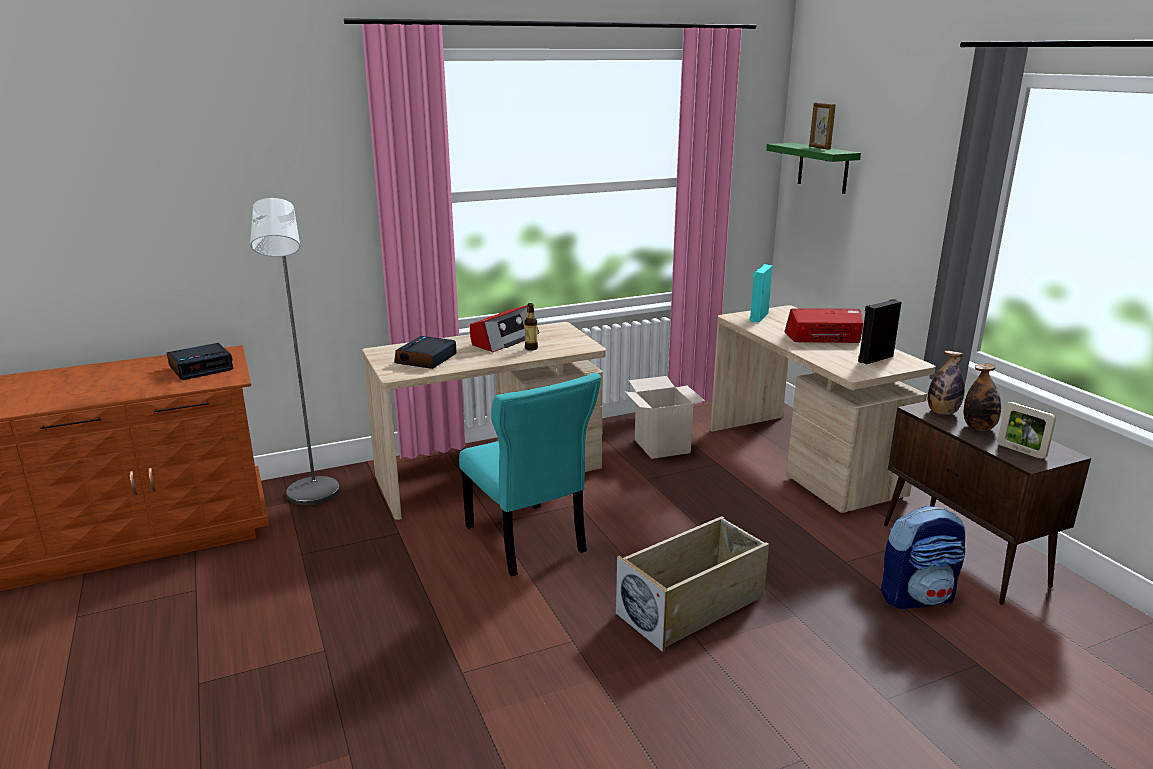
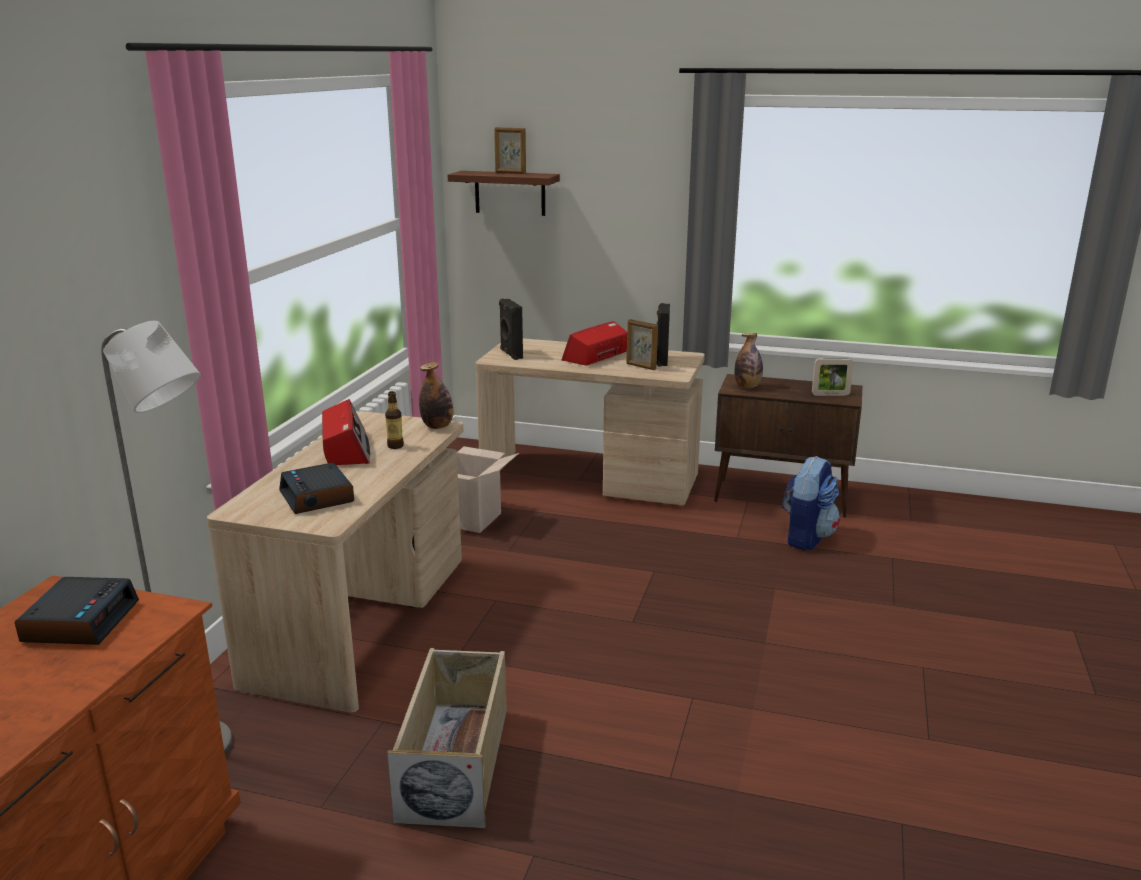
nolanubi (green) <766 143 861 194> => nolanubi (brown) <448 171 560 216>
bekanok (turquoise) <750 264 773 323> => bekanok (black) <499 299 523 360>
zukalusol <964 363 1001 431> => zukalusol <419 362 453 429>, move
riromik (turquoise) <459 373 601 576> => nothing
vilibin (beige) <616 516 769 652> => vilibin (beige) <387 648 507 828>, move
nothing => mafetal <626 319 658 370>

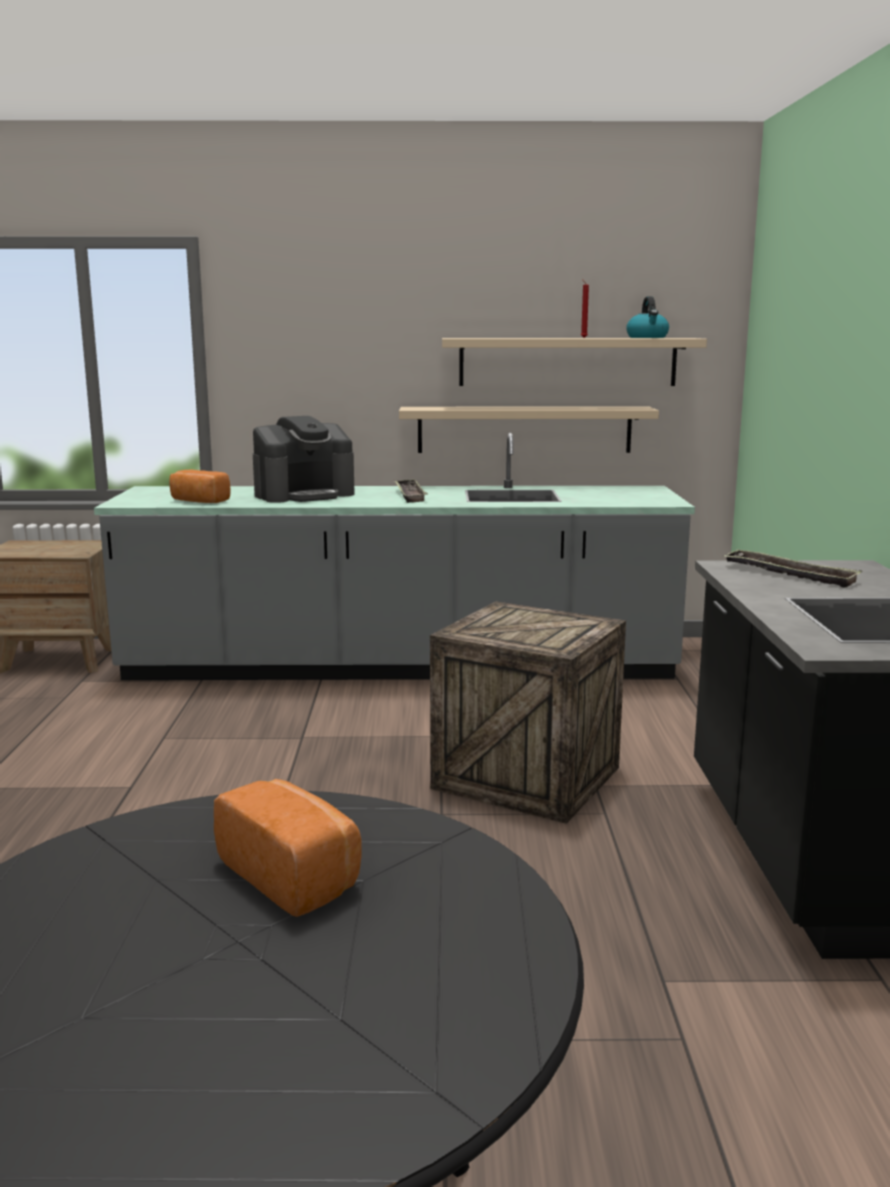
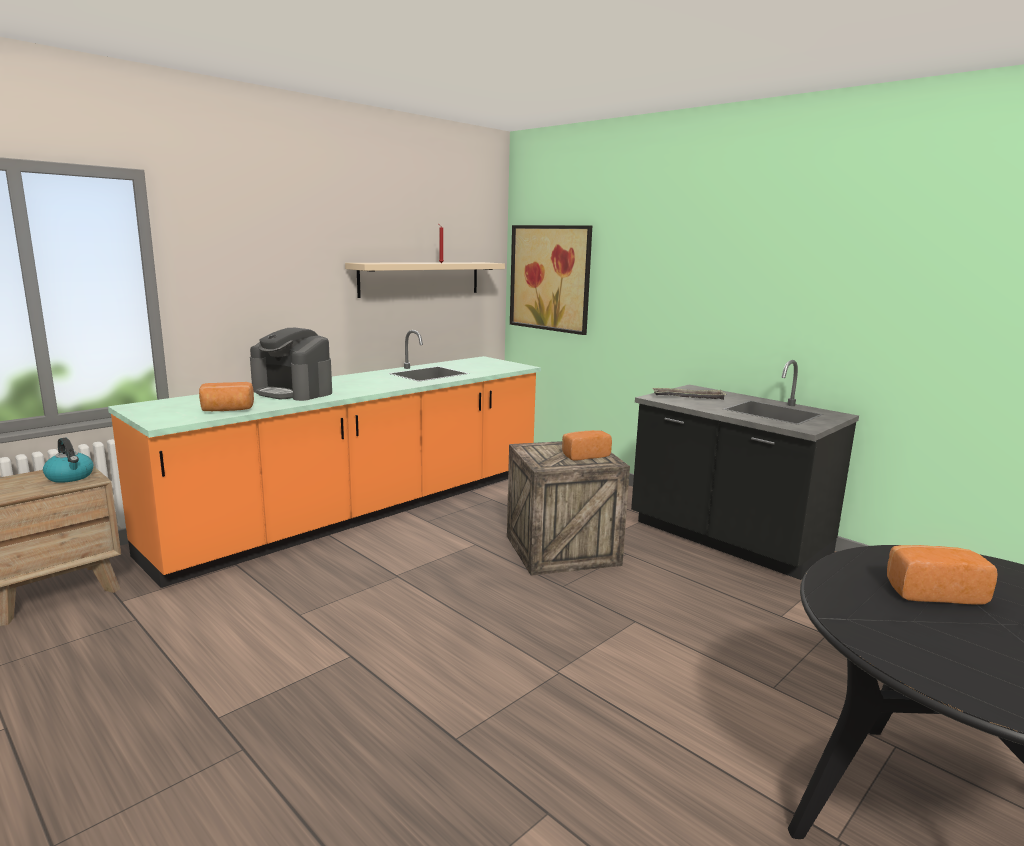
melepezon <626 296 669 338> => melepezon <43 437 94 483>, move
nolanubi (beige) <399 407 659 453> => nothing
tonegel <253 416 355 503> => tonegel <250 328 332 401>, 105 degrees clockwise
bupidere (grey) <94 433 695 680> => bupidere (orange) <108 330 541 588>
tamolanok <394 479 427 503> => nothing
nothing => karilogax <510 225 592 335>
nothing => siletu <562 430 612 461>

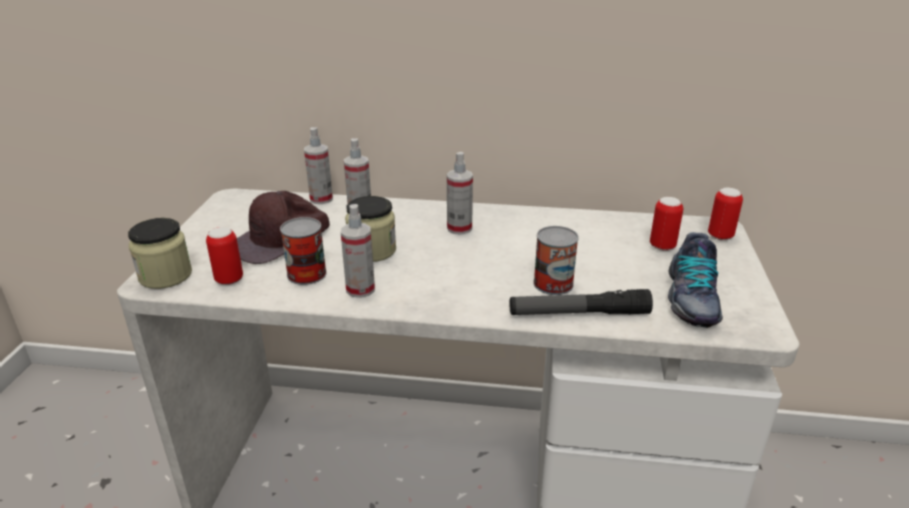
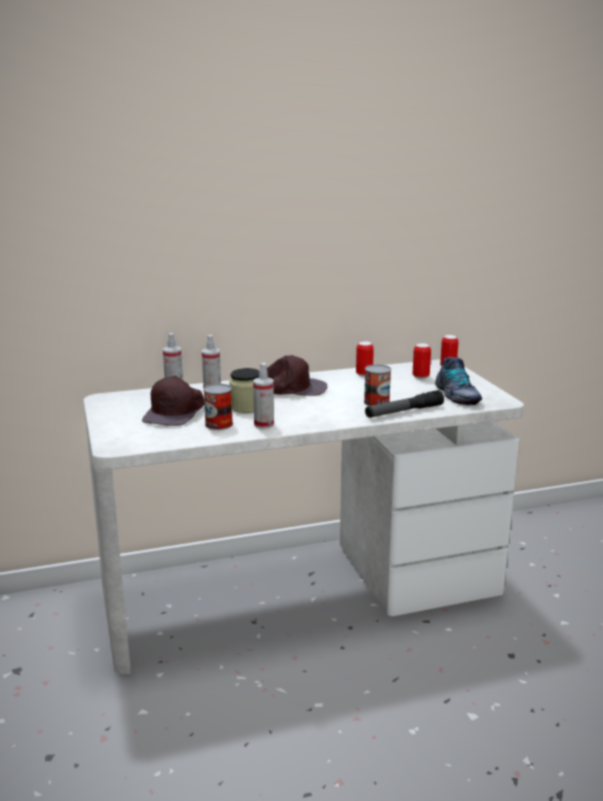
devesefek <447 152 473 235> => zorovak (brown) <266 355 327 396>
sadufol <128 218 192 289> => nothing
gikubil <206 227 243 285> => gikubil <356 341 374 376>, move

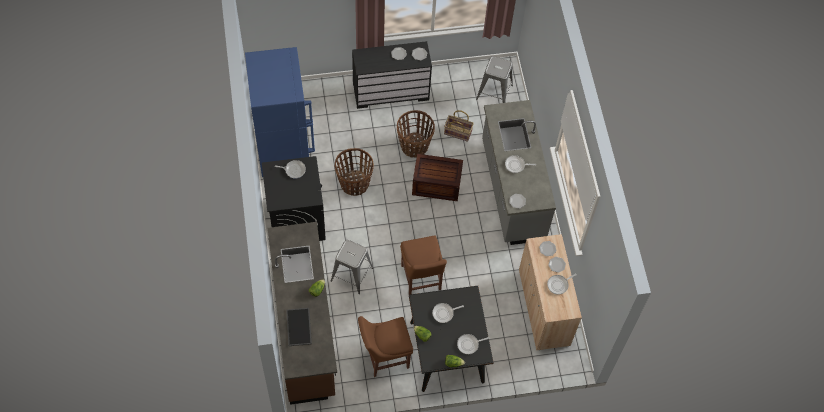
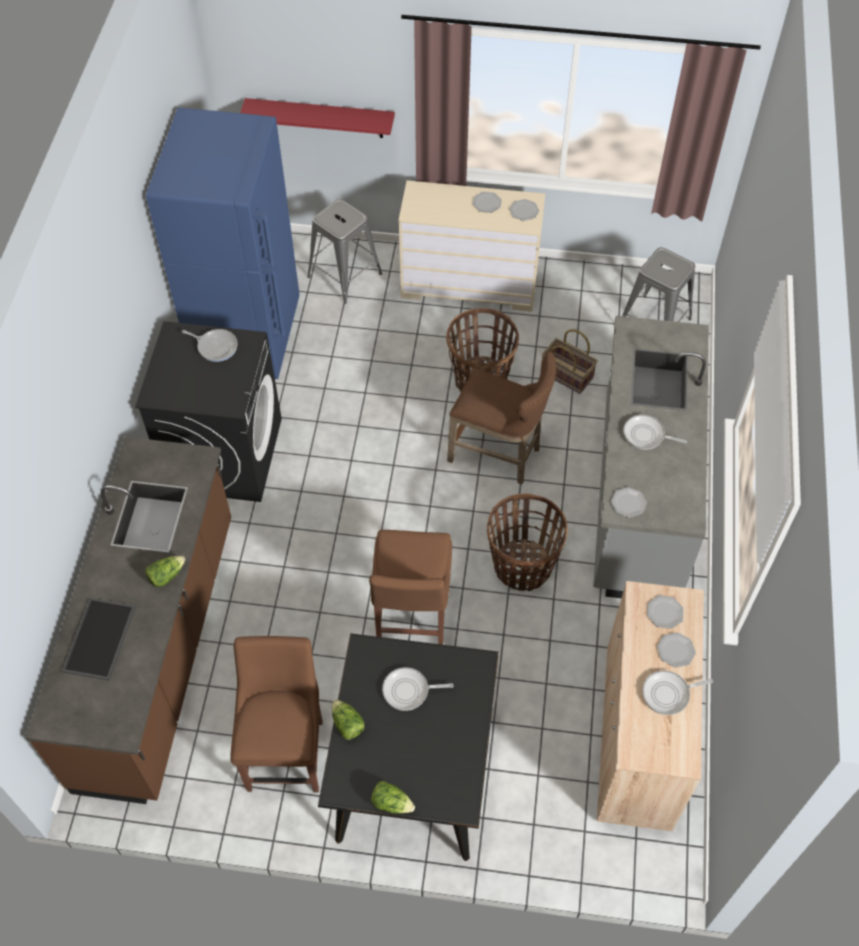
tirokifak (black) <352 41 432 109> => tirokifak (beige) <398 180 545 312>
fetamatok <335 148 374 196> => fetamatok <487 494 568 591>, move
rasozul <412 154 463 201> => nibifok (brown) <447 351 556 485>
nibifok (grey) <331 240 373 294> => nibifok (grey) <307 199 382 304>, move
riromik (brown) <358 316 413 377> => riromik (brown) <230 636 323 792>, 90 degrees clockwise
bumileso <457 334 489 354> => nothing
nothing => nolanubi (red) <240 98 395 138>

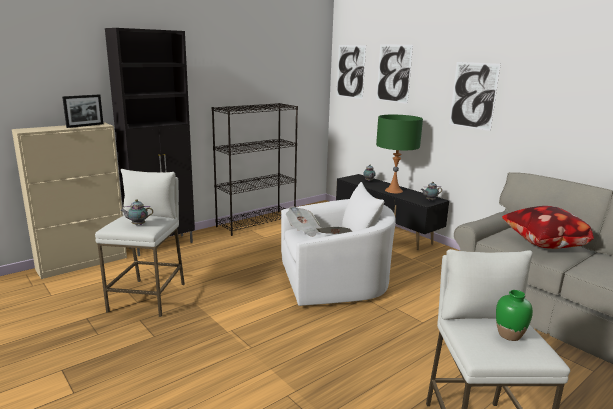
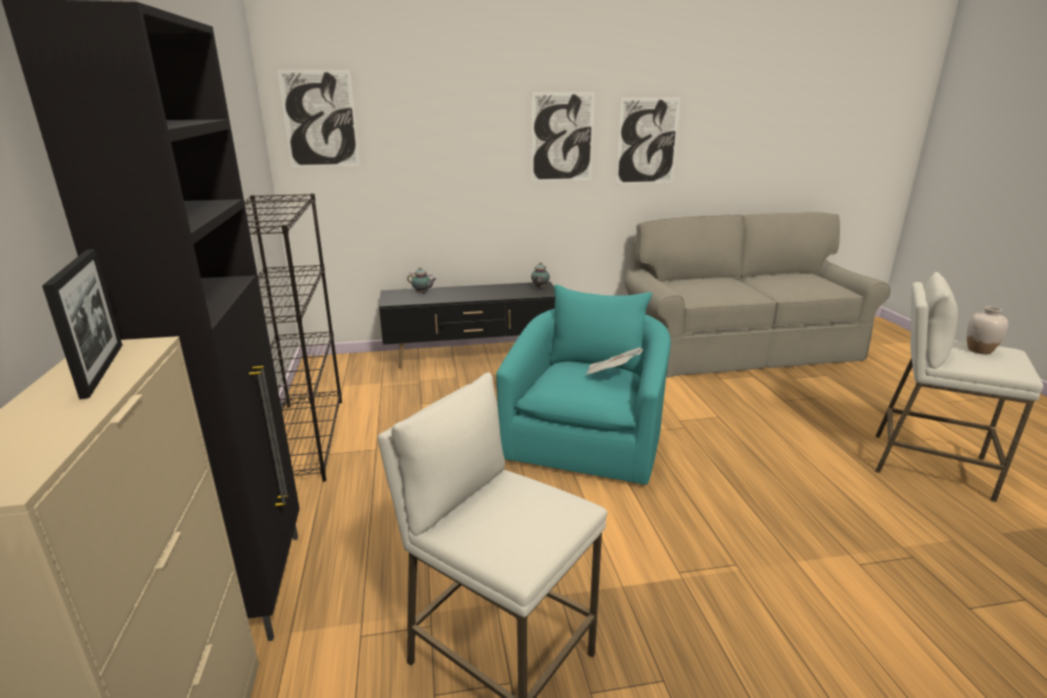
karilogax <376 44 413 104> => karilogax <616 98 680 184>, move
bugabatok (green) <376 114 423 193> => nothing
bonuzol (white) <281 182 396 306> => bonuzol (turquoise) <496 284 671 485>
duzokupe <120 200 153 225> => nothing
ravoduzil <286 206 321 237> => nothing
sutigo <502 206 594 249> => nothing
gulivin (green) <496 290 533 341> => gulivin (white) <967 306 1008 354>

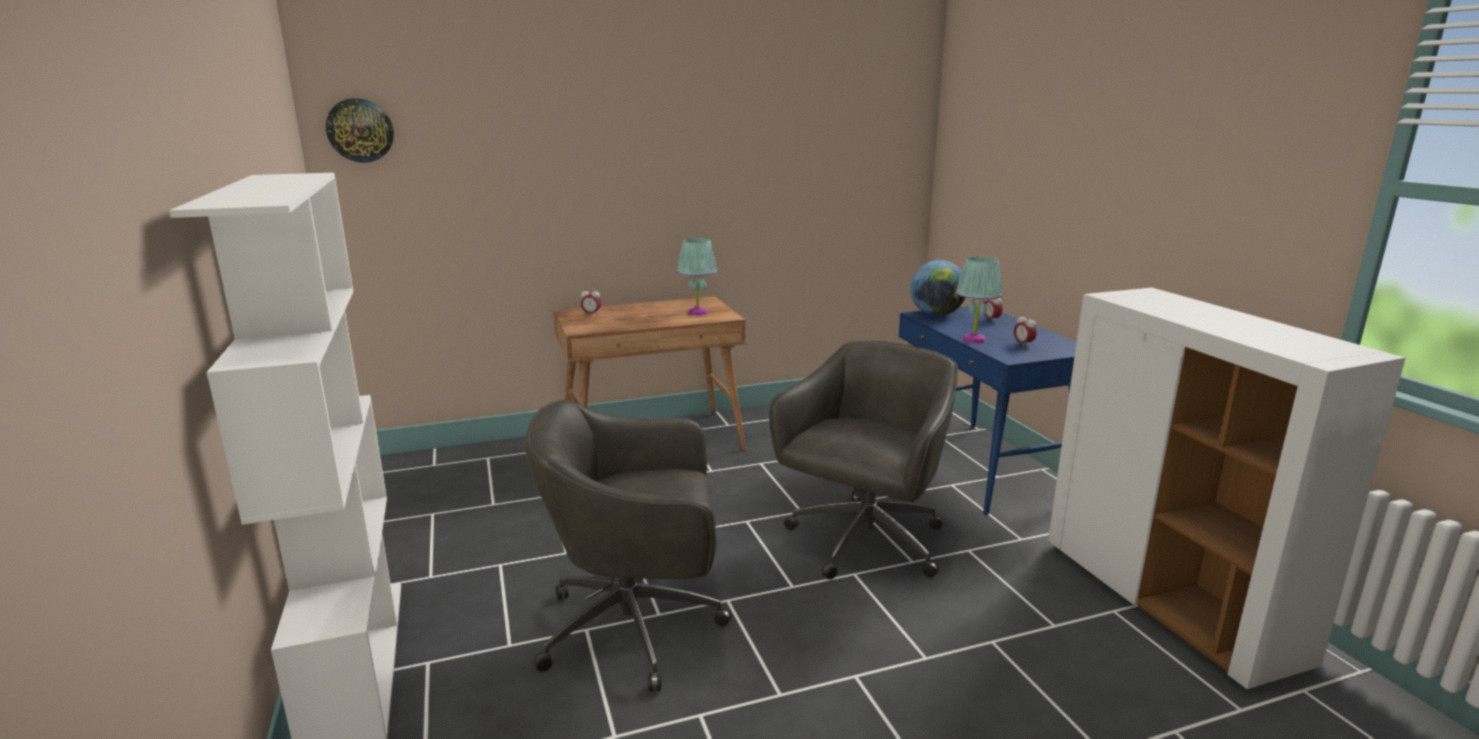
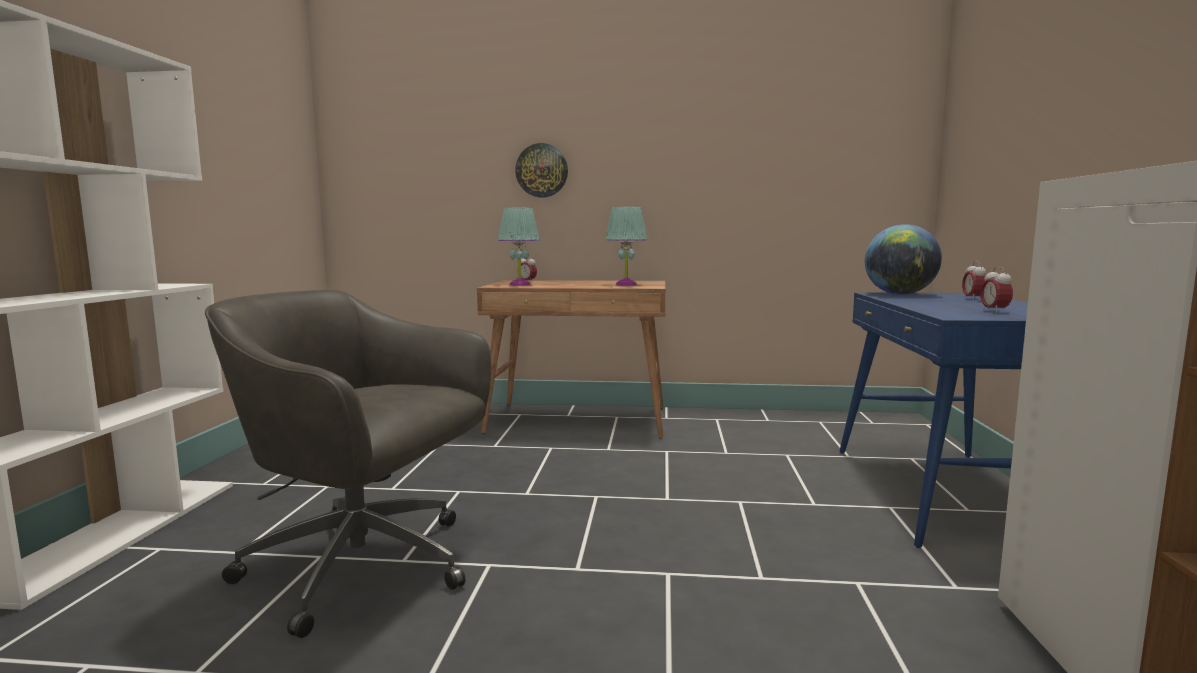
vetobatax <326 98 394 163> => vetobatax <515 143 568 197>, move
bugabatok (turquoise) <956 256 1003 343> => bugabatok (turquoise) <498 208 540 286>, move
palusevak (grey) <769 341 958 579> => nothing

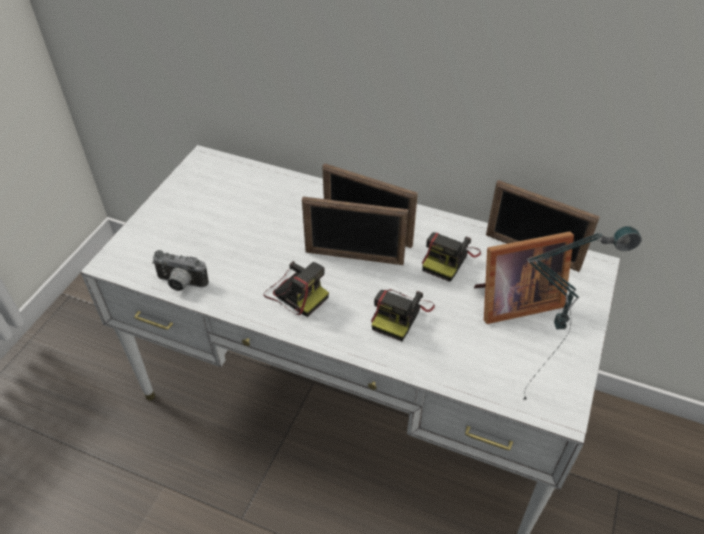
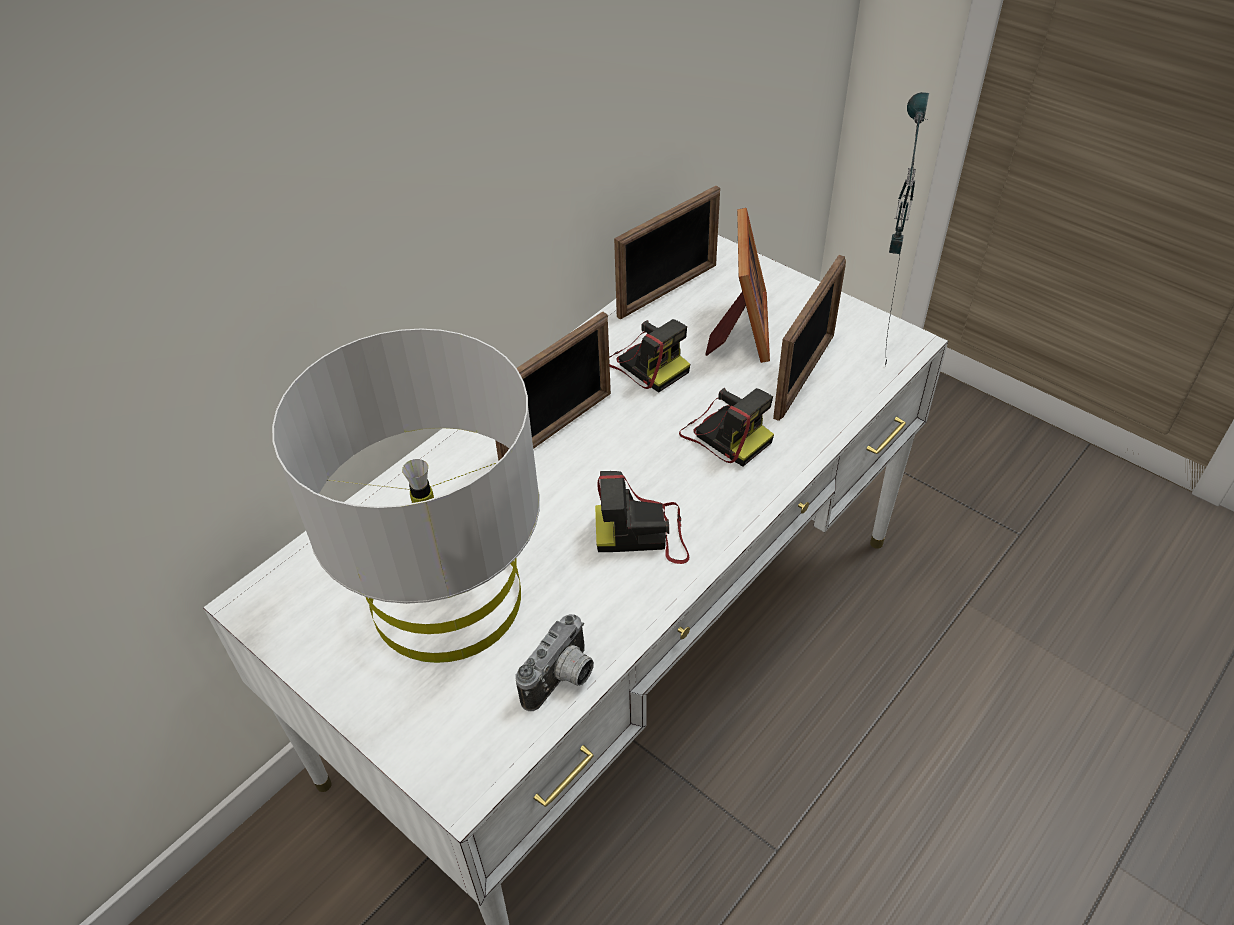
mafetal <302 197 408 265> => mafetal <773 255 846 421>, move
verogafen <264 261 329 317> => verogafen <595 471 689 564>, 150 degrees counterclockwise
nothing => bugabatok (grey) <272 329 540 663>

